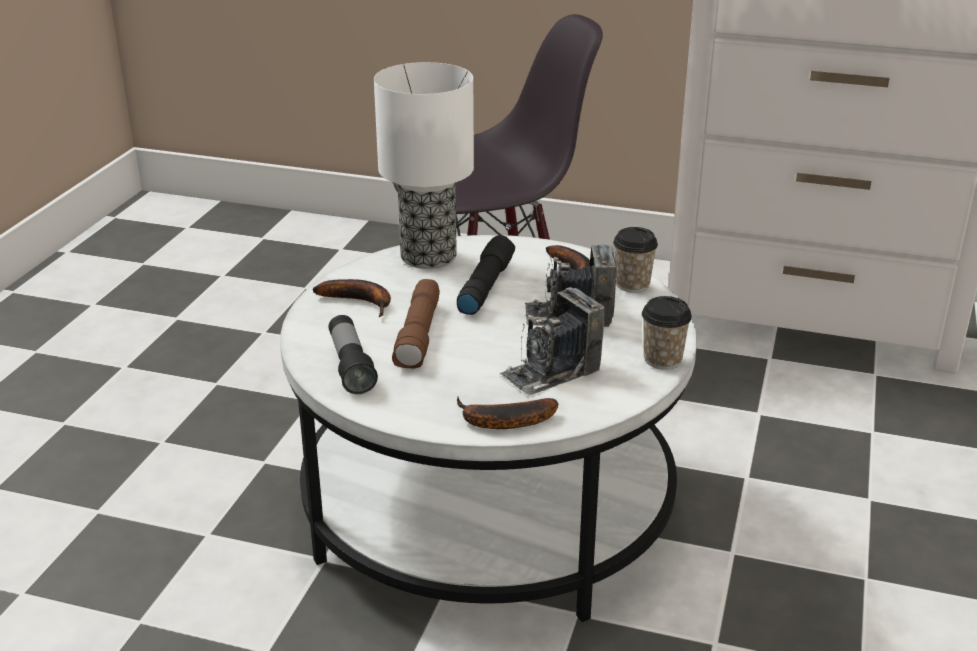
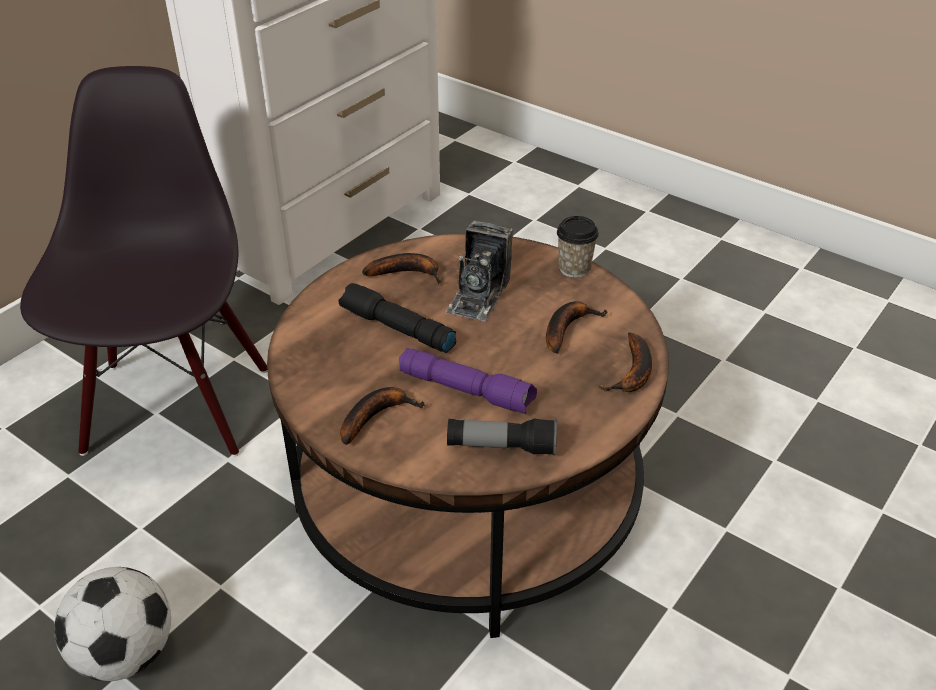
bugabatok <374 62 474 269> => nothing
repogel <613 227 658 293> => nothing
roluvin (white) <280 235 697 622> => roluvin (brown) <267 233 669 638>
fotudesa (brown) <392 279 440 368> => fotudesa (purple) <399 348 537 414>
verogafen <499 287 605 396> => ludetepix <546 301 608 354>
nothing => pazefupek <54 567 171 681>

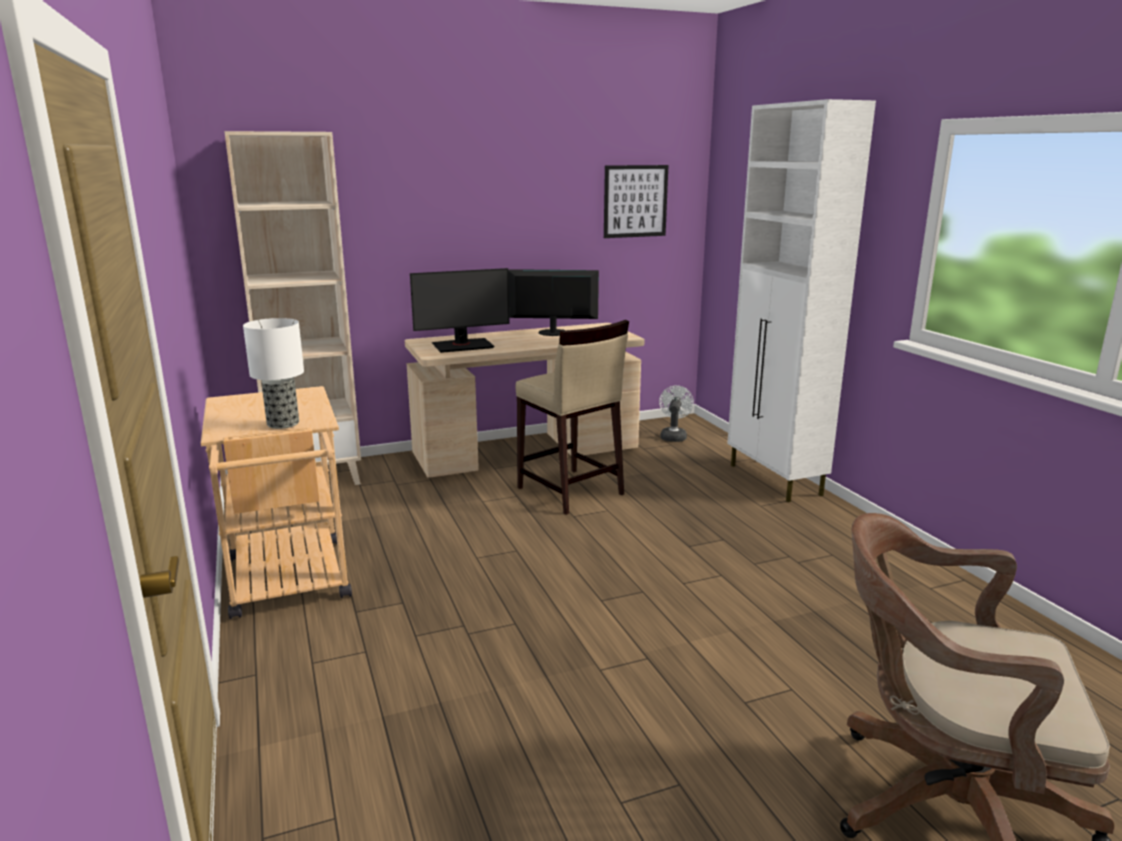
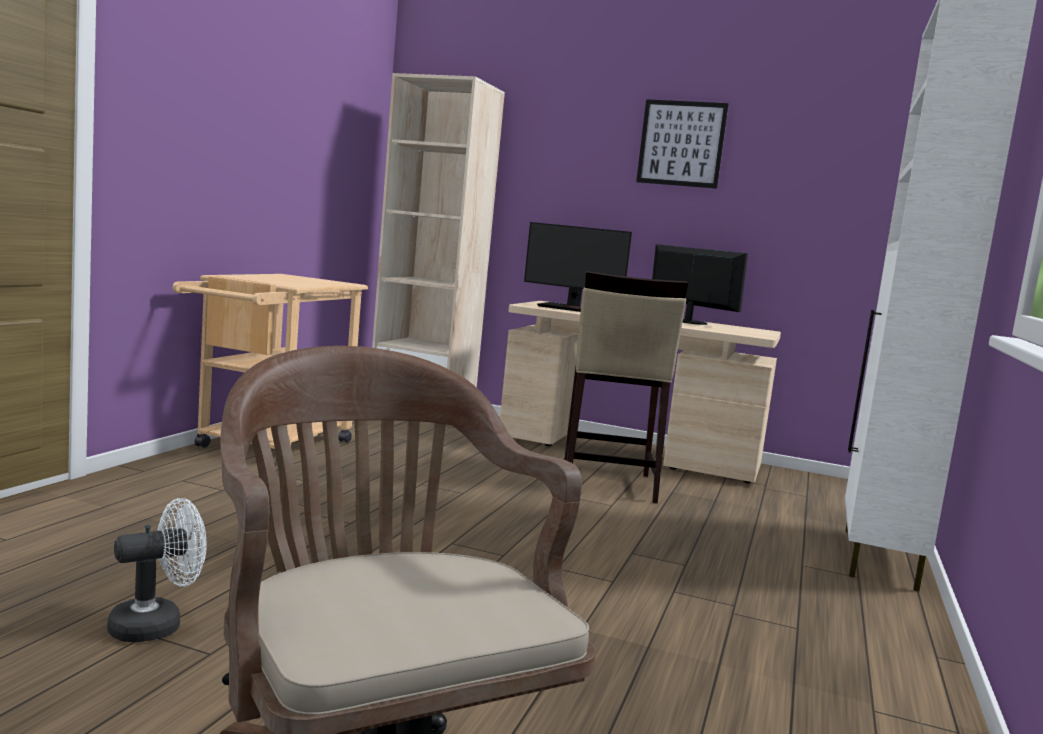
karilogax <604 165 668 238> => karilogax <636 99 728 189>, move
bugabatok <243 318 304 429> => nothing
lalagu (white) <659 385 694 442> => lalagu (white) <107 498 207 642>, move

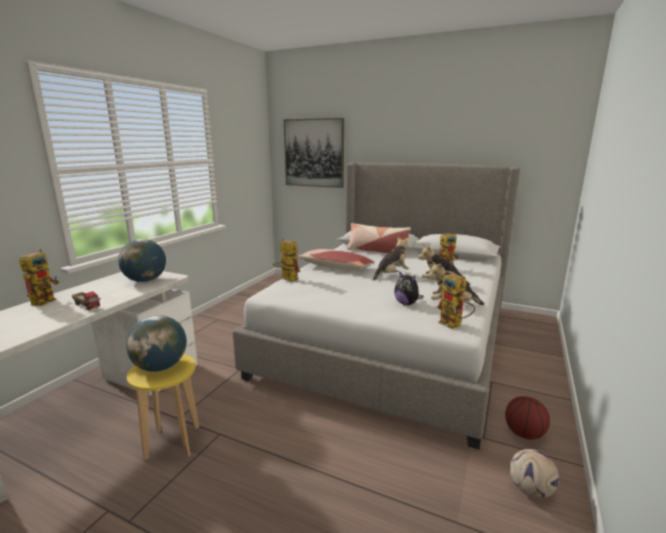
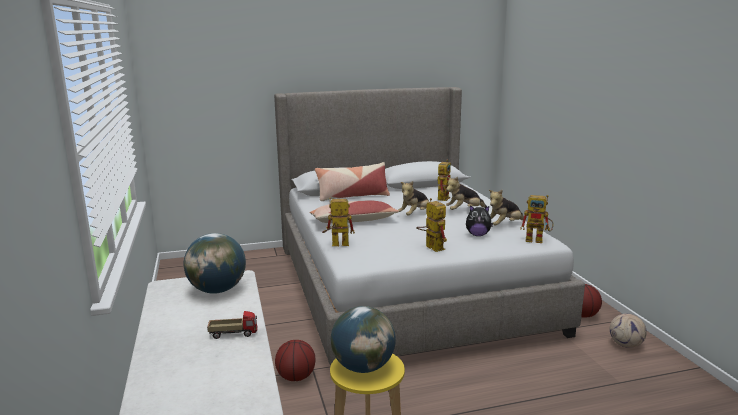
karilogax <284 118 344 188> => nothing
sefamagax <373 236 409 280> => sefamagax <398 181 429 215>, 150 degrees counterclockwise
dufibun <19 249 59 306> => dufibun <416 198 447 252>, move
nothing => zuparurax <275 340 315 381>

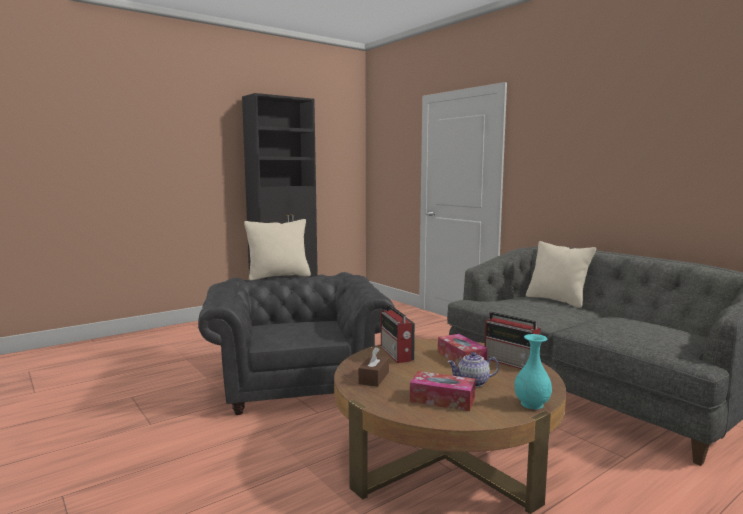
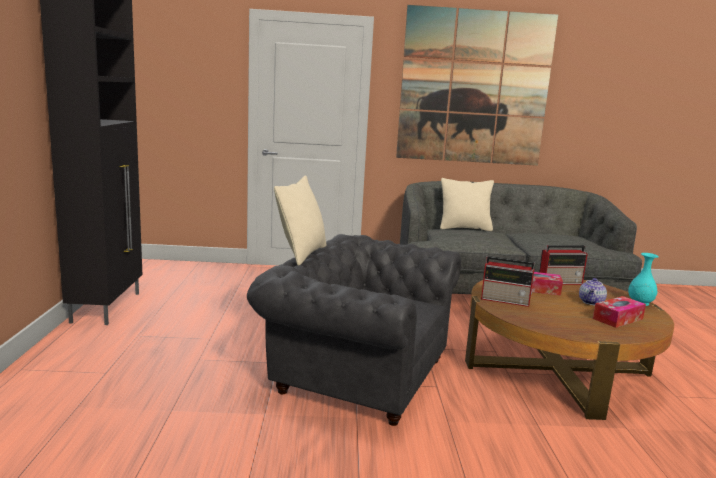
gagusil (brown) <358 347 389 387> => nothing
nothing => karilogax <396 5 558 166>

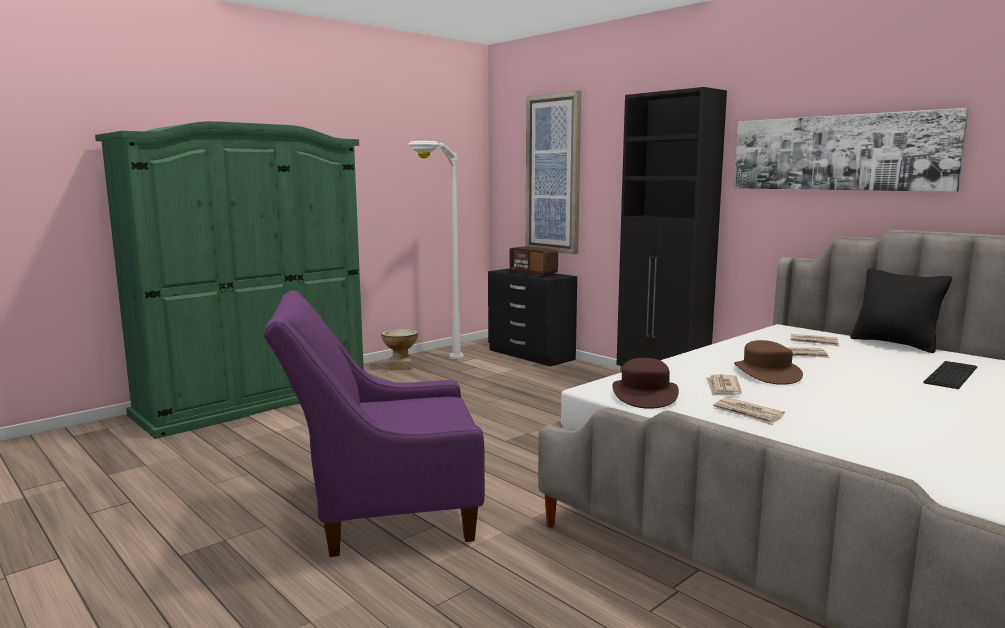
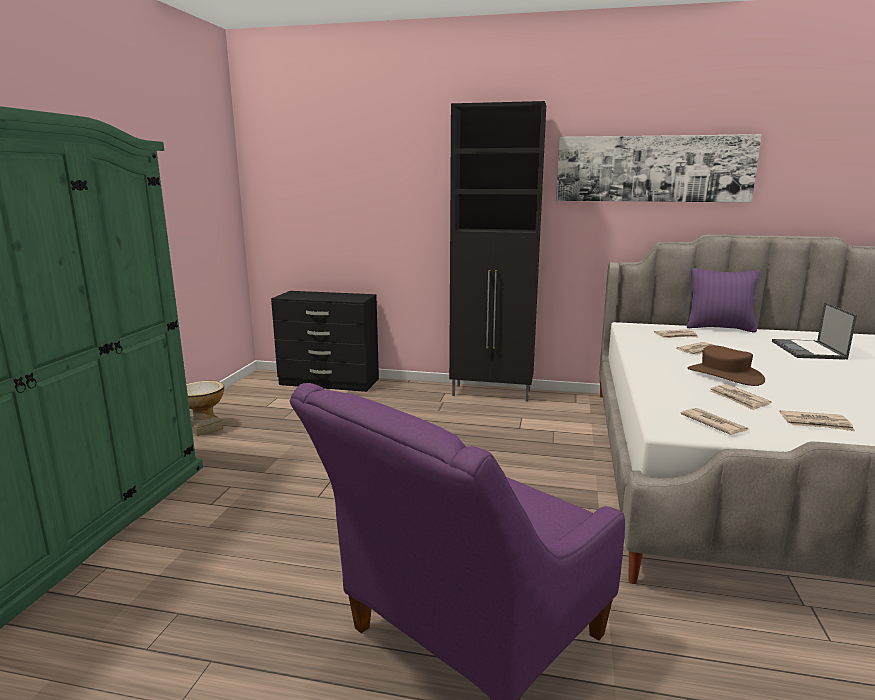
karilogax <526 91 581 254> => nothing
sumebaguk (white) <407 141 464 359> => nothing
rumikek <509 246 558 277> => nothing
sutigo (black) <850 268 952 353> => sutigo (purple) <687 268 760 332>
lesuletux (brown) <612 358 679 409> => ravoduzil <680 408 749 435>
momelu <924 361 977 389> => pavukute <772 302 857 360>

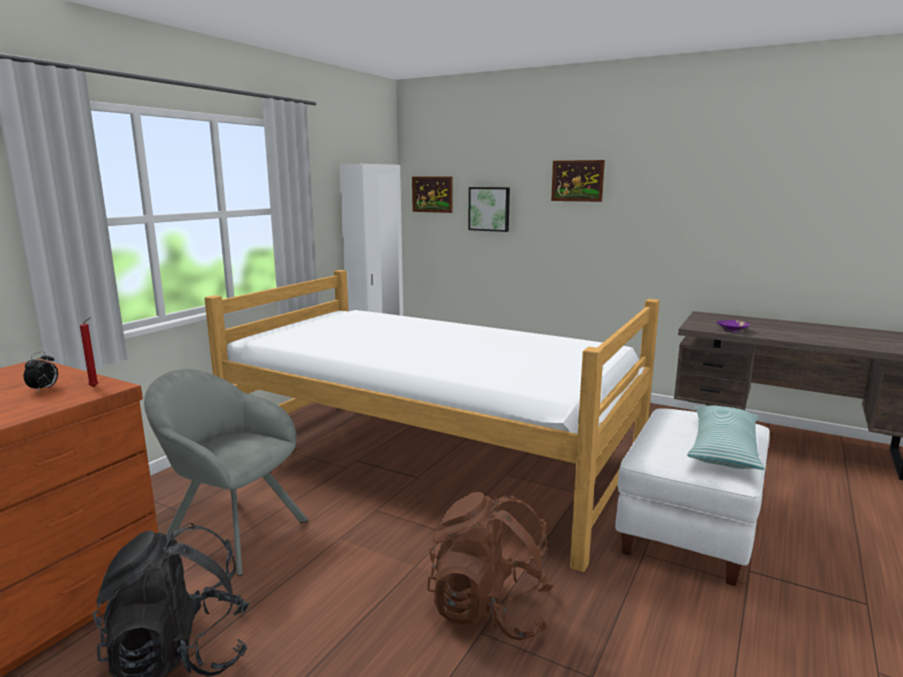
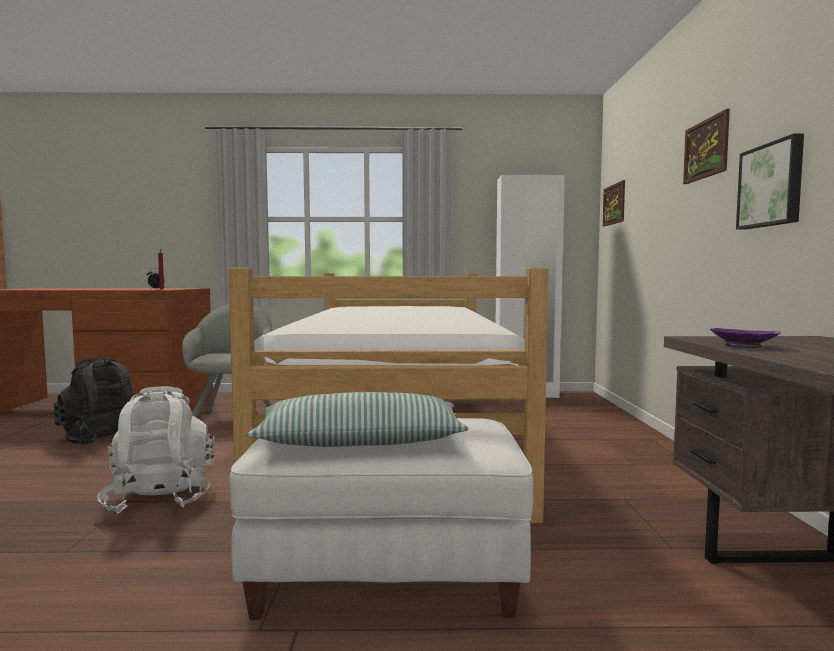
karilogax <468 187 510 232> => karilogax <736 134 804 230>, move
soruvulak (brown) <427 492 554 641> => soruvulak (white) <97 386 215 514>

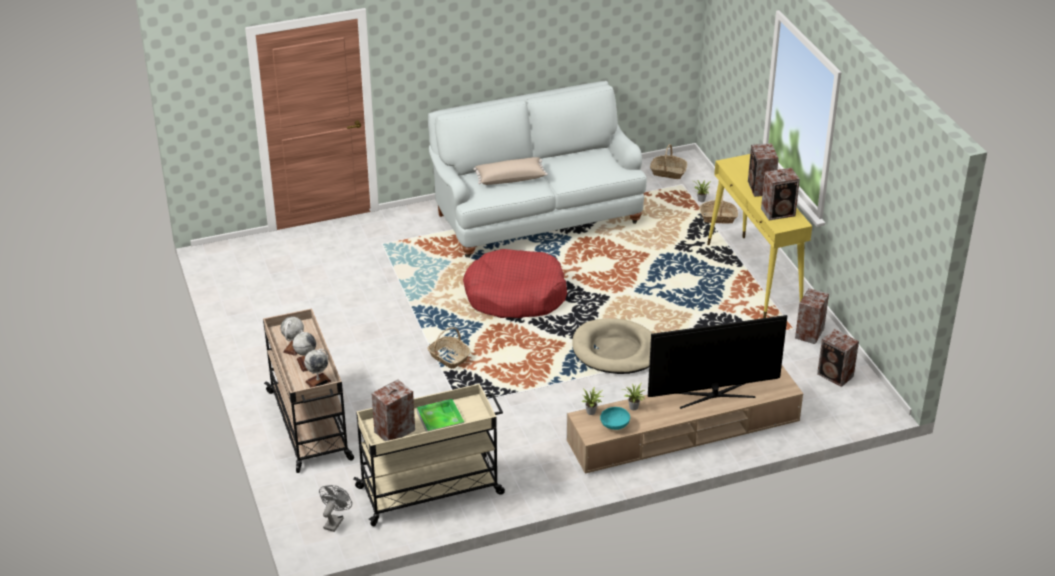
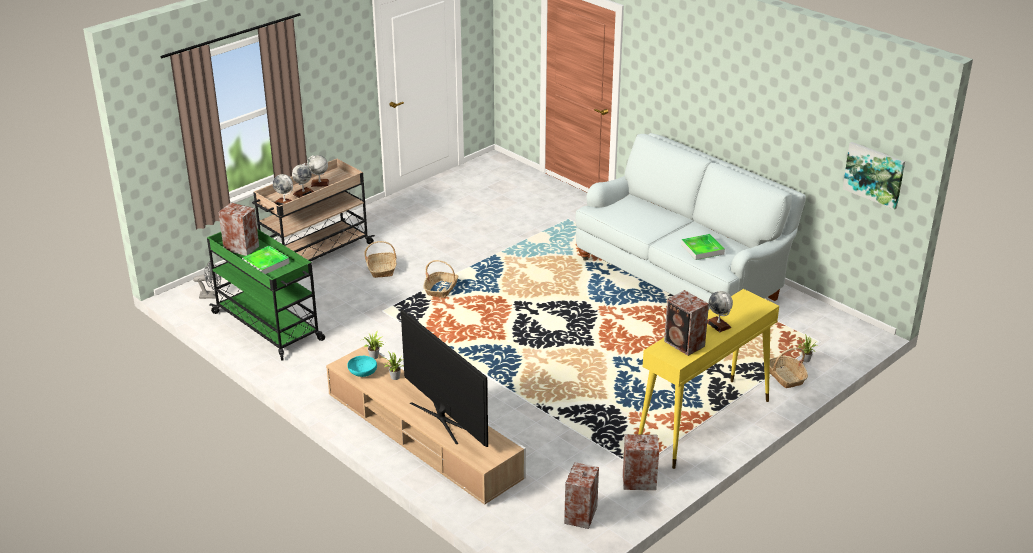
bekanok <748 143 779 197> => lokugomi <707 291 733 332>
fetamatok <650 144 687 179> => fetamatok <364 241 397 278>, move
sutigo (beige) <474 157 548 185> => nothing
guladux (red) <463 249 567 318> => nothing
guladux (beige) <572 318 653 374> => nothing
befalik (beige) <353 384 505 526> => befalik (green) <207 229 325 361>
nothing => karilogax <843 142 905 210>
nothing => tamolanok <681 234 725 260>

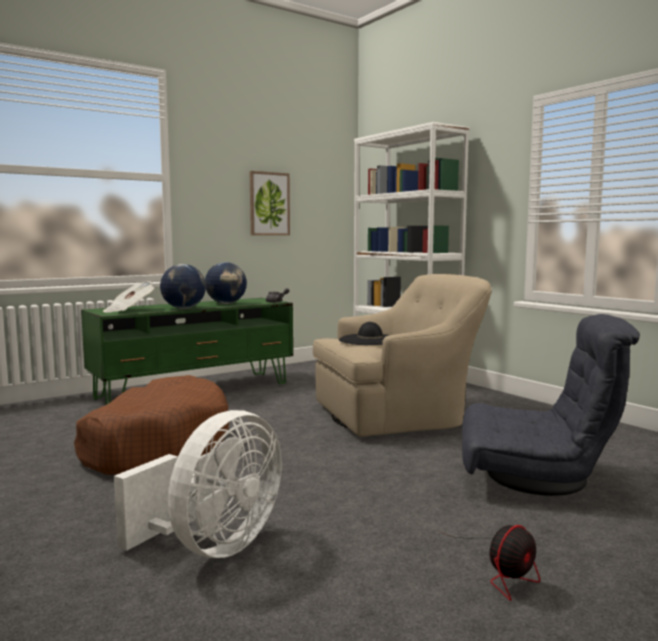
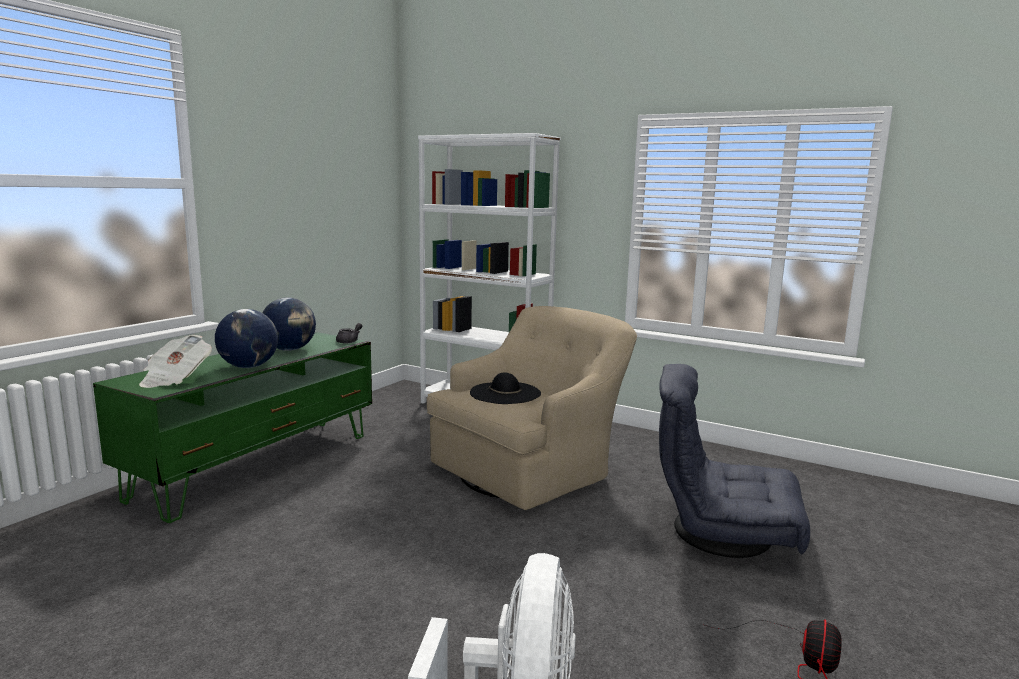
karilogax <249 171 290 236> => nothing
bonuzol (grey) <462 314 640 496> => bonuzol (grey) <659 364 810 558>, 150 degrees counterclockwise
guladux (brown) <74 375 229 475> => nothing

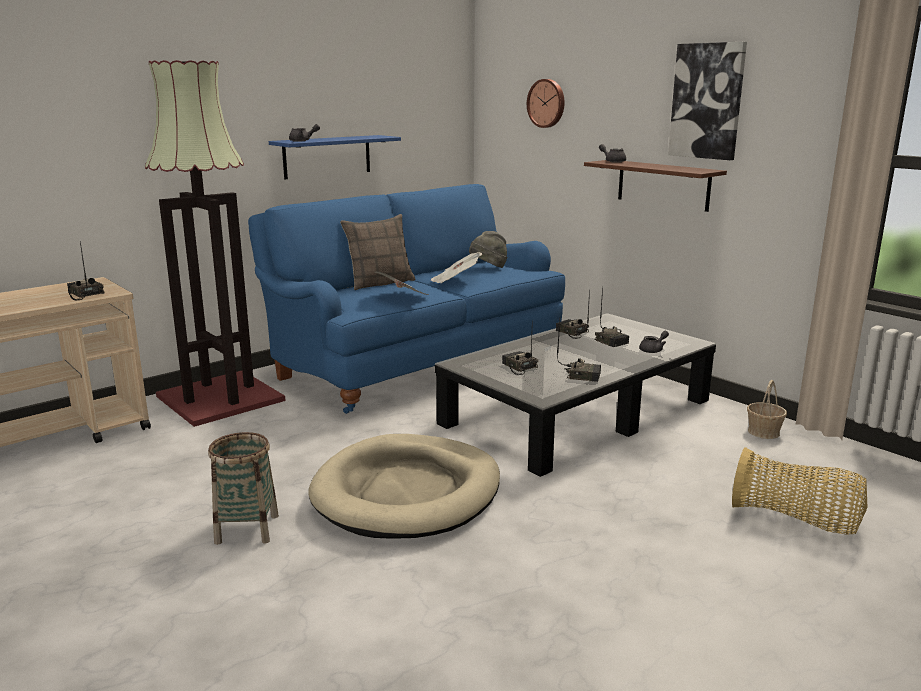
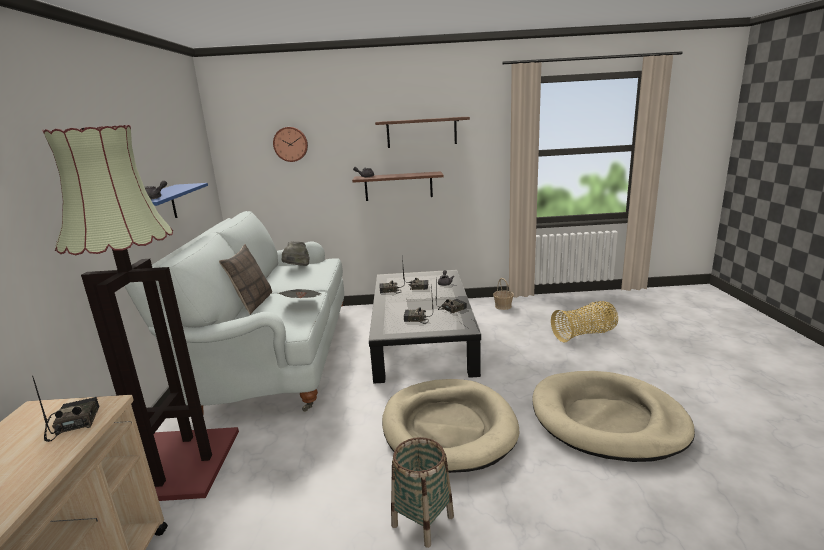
karilogax <668 42 747 160> => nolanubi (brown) <375 117 470 148>
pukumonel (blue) <248 184 565 414> => pukumonel (white) <125 211 344 414>
rumikek <67 241 105 300> => rumikek <32 376 99 442>, 75 degrees clockwise
ravoduzil <431 252 482 283> => nothing
nothing => guladux (beige) <532 371 695 462>

